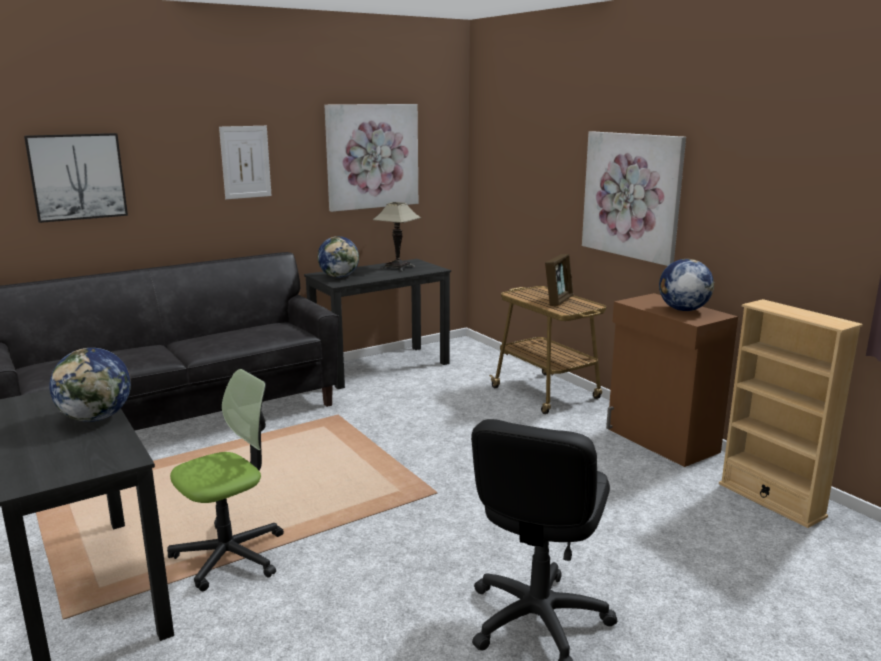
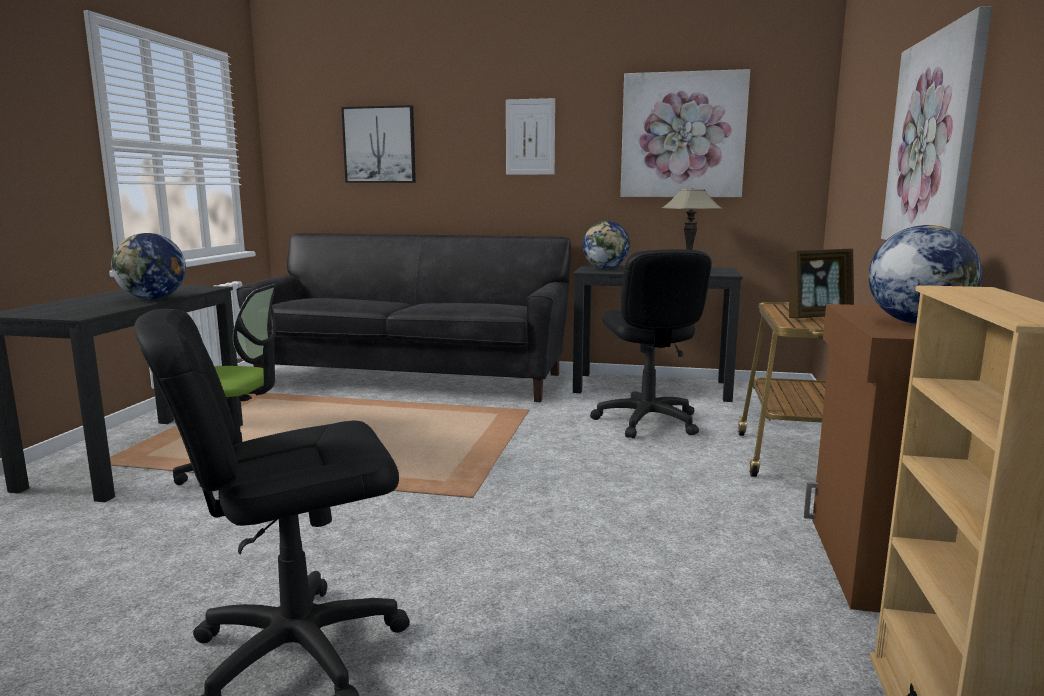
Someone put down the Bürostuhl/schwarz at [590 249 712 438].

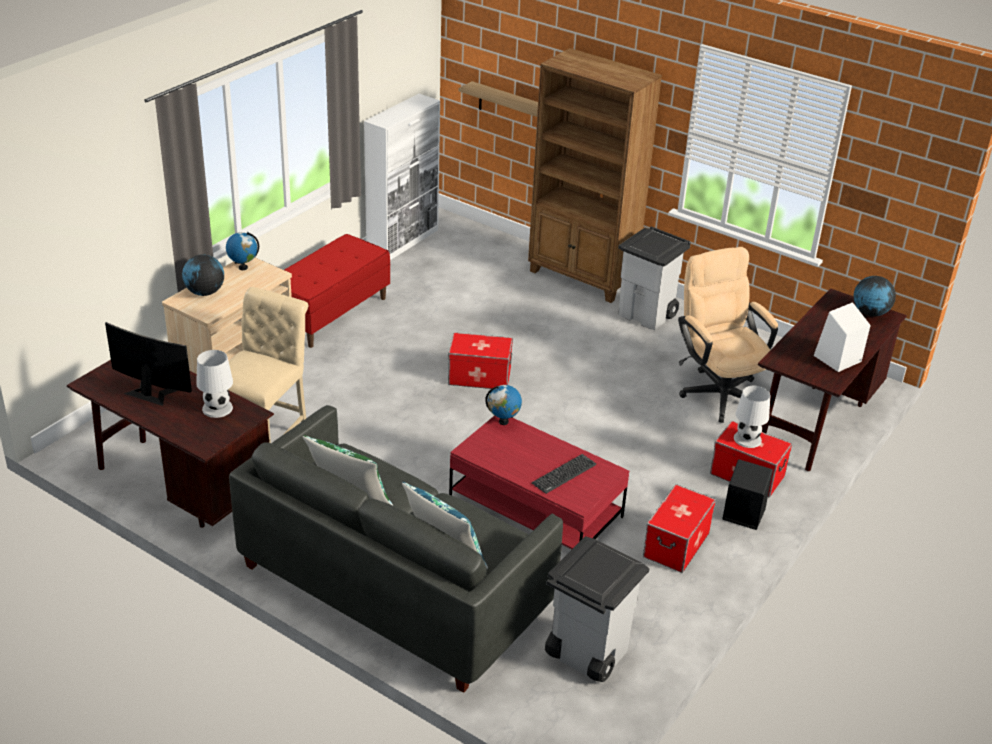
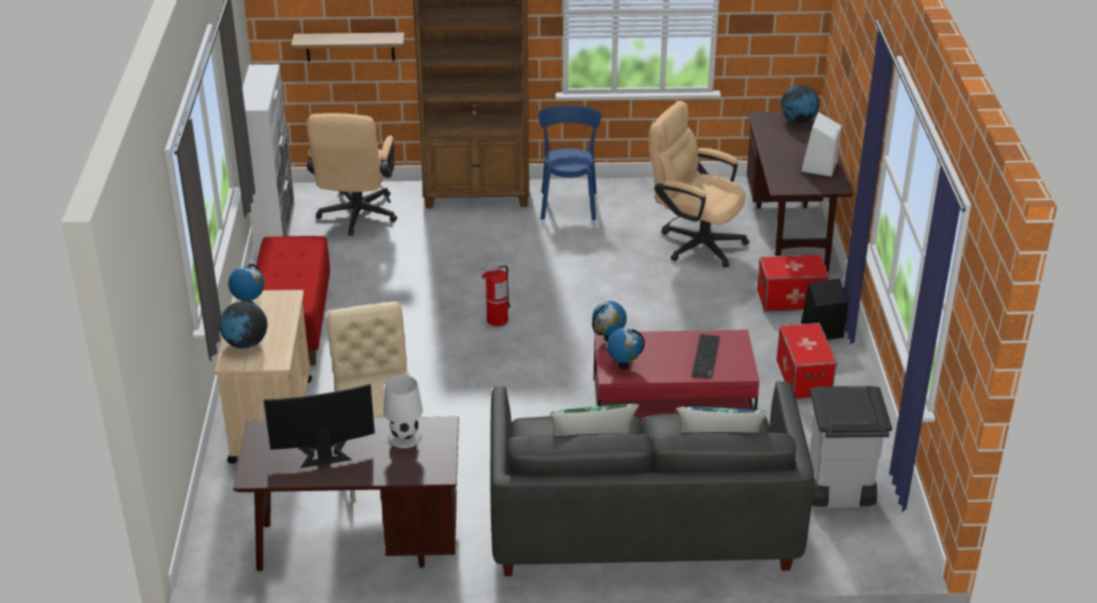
Someone put down the Bürostuhl/beige at [307 113 397 236]. Someone swapped the Aufbewahrungsbox at [448 332 513 389] for the Feuerlöscher at [482 265 511 326]. Someone swapped the Mülleimer/grau at [618 226 691 330] for the Stuhl/blau at [538 105 601 220]. Someone put down the Globus at [607 328 645 370]. Someone took away the Tischlampe/weiß at [734 386 771 448].

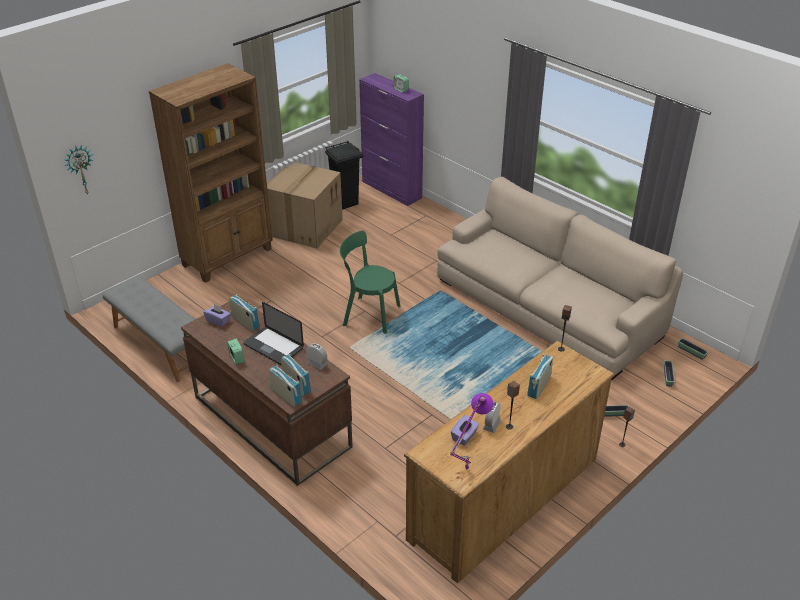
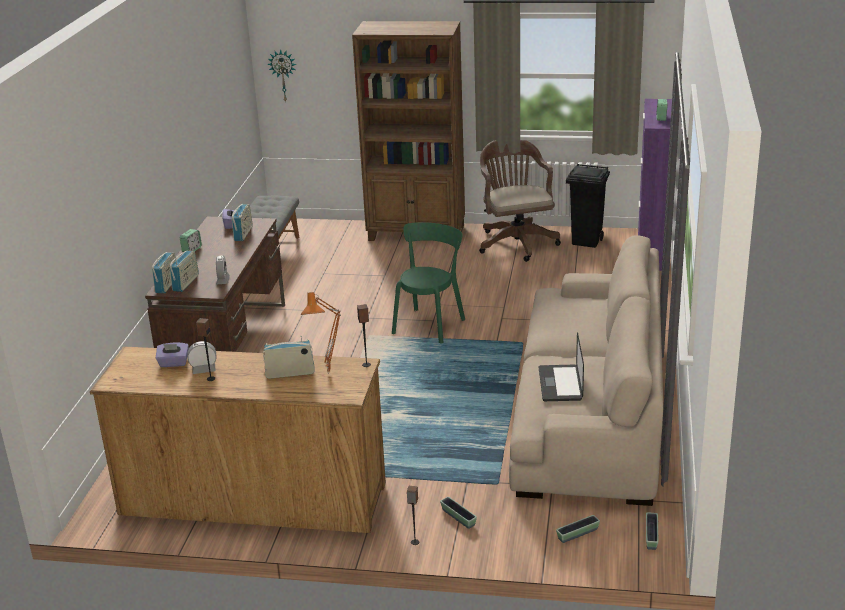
Someone put down the Tischlampe/orange at [301 292 341 374]. Someone rotated the Stuhl/grün at [340 231 401 334] by 45 degrees clockwise. Someone swapped the Karton at [267 162 343 248] for the Bürostuhl/braun at [479 140 561 262]. Someone carried the Laptop from [243 302 304 365] to [539 332 584 401]. Someone took away the Tischlampe/lila at [450 393 493 471].

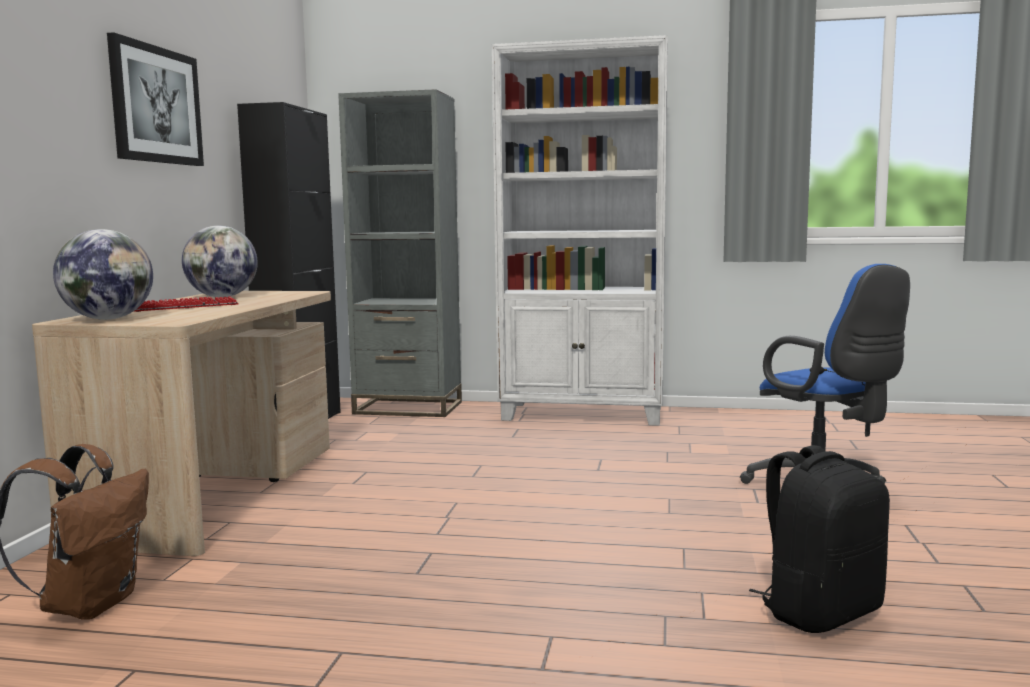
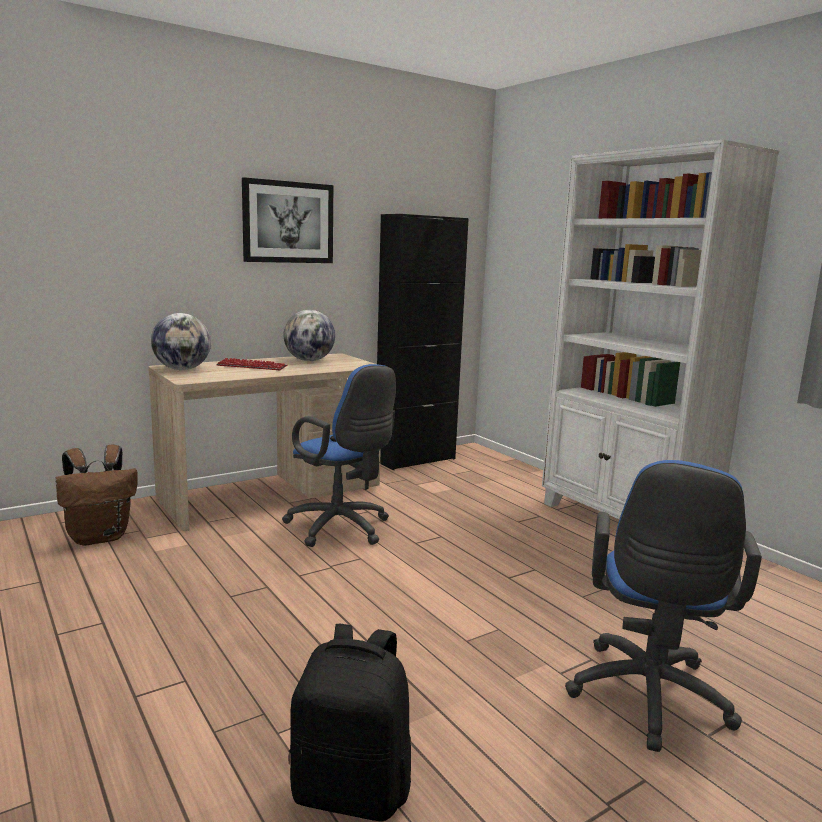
Someone put down the Bürostuhl/blau at [282 364 396 547]. Someone took away the Bücherregal/grau at [338 89 462 417].

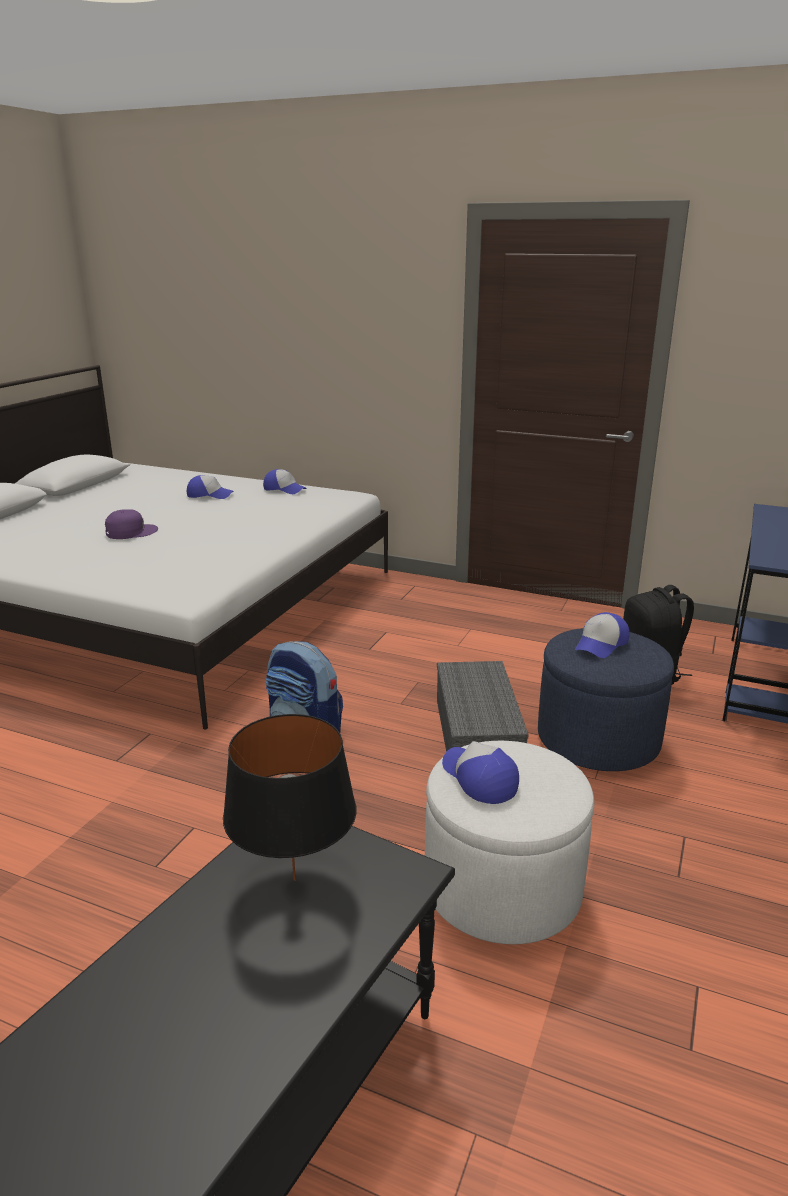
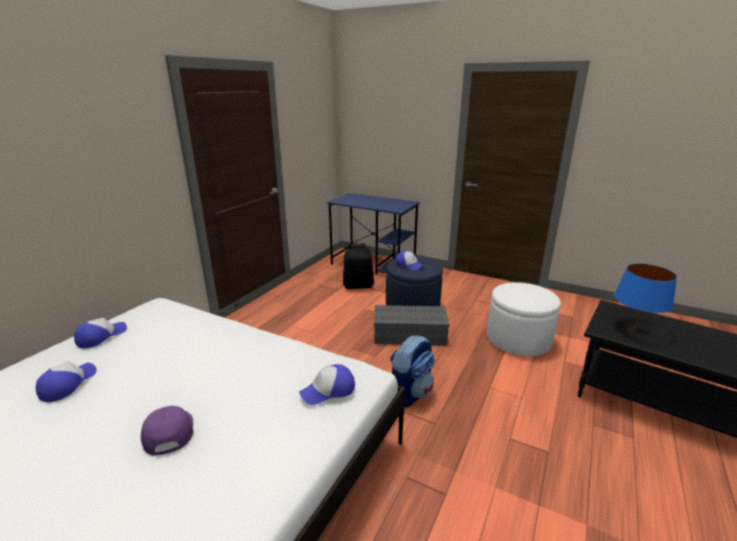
Someone carried the Kappe from [442 741 519 804] to [299 364 355 405]. Someone repainted the Tischlampe/schwarz at [223 714 356 880], which became the Tischlampe/blau at [614 264 677 329].

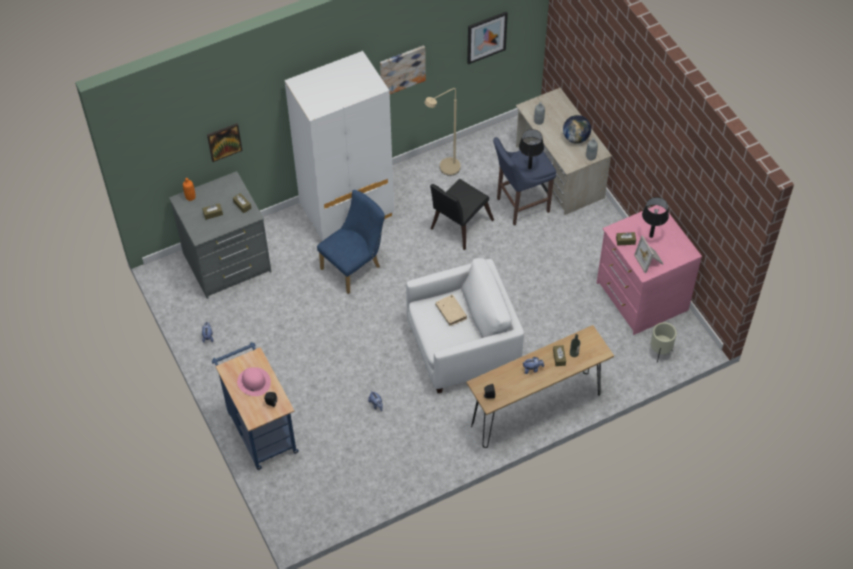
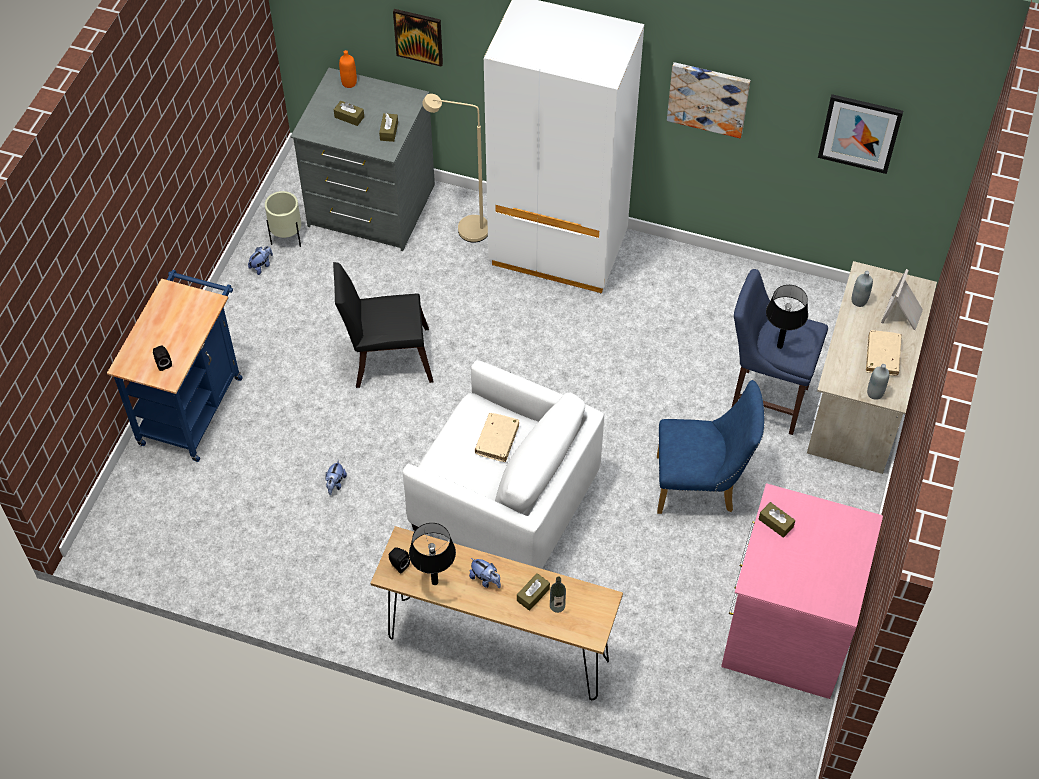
Someone carried the Pflanzkübel/beige from [651 322 677 363] to [265 191 301 247]. Someone carried the Stuhl/schwarz from [430 179 494 250] to [333 262 433 388]. Someone carried the Tischlampe/schwarz from [642 197 669 238] to [409 523 456 585]. Someone carried the Stehlampe/beige from [424 88 461 176] to [422 94 488 243]. Someone carried the Stuhl/blau from [317 190 385 294] to [657 380 765 514]. Someone swapped the Globus at [563 115 591 144] for the Buch/beige at [866 330 902 376]. Someone carried the Bilderrahmen from [634 236 663 273] to [881 269 923 330]. Someone took away the Hut/rosa at [237 367 271 396].

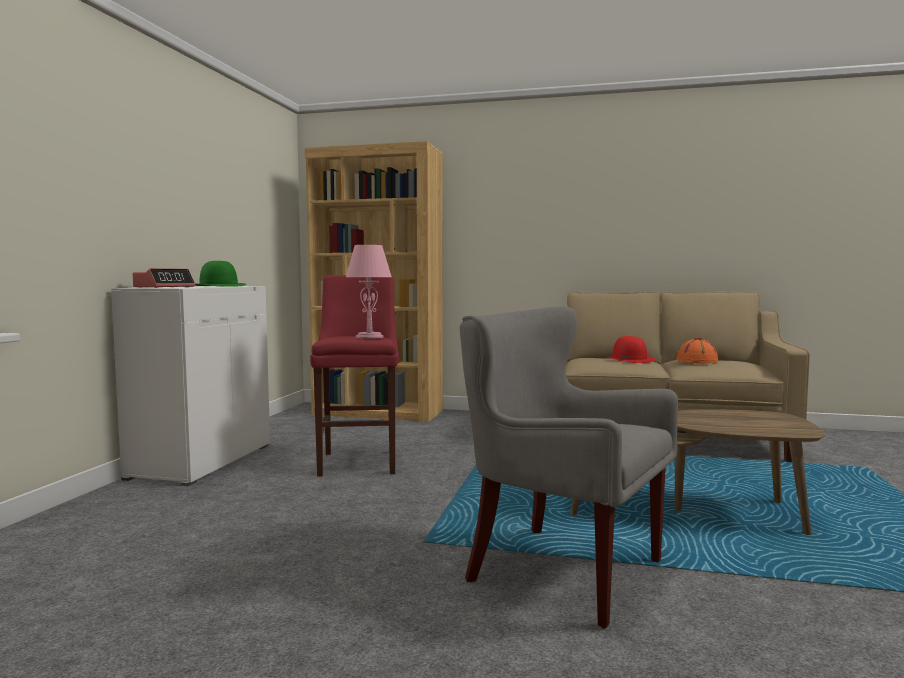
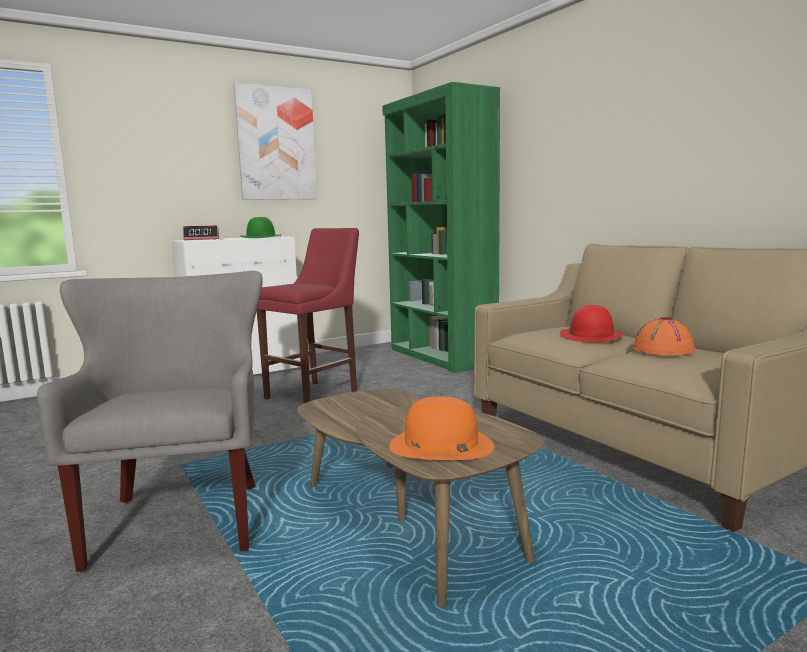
Someone put up the Bild at [234 83 317 200]. Someone repainted the Bücherregal/braun at [305 141 443 422], which became the Bücherregal/grün at [382 82 500 373]. Someone put down the Hut/orange at [389 396 494 460]. Someone took away the Tischlampe/rosa at [346 245 392 339].

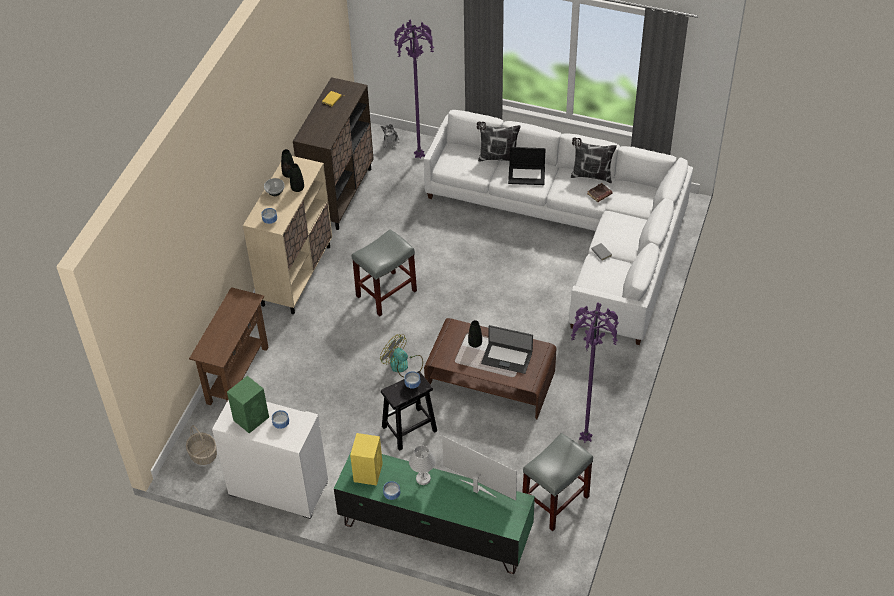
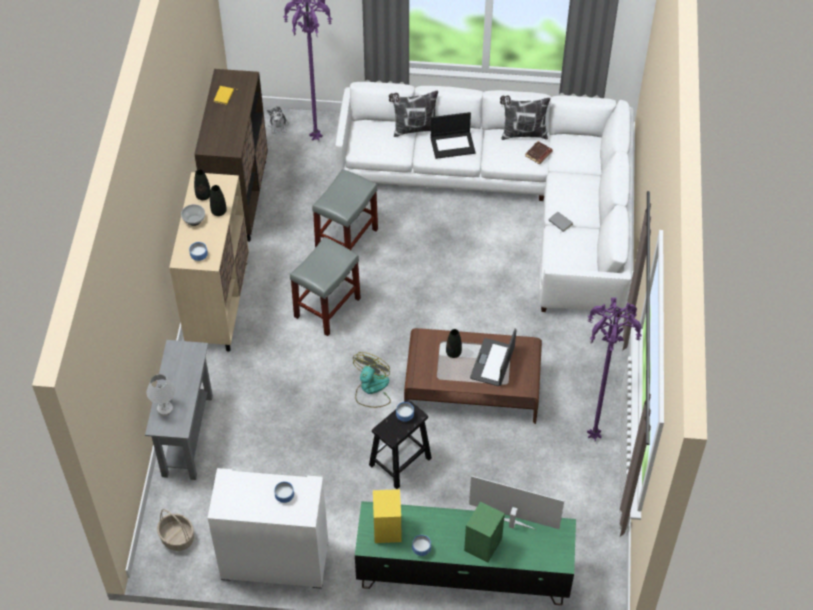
Someone repainted the Konsolentisch/braun at [189 287 268 405], which became the Konsolentisch/grau at [145 340 213 480]. Someone carried the Tischlampe/weiß from [409 445 436 485] to [147 374 176 416]. Someone carried the Hocker/grau from [522 433 593 531] to [312 169 378 250]. Someone rotated the Ventilator at [380 334 423 377] by 90 degrees clockwise. Someone carried the Lautsprecher/grün from [227 376 269 433] to [464 501 505 563]. Someone rotated the Laptop at [481 325 533 374] by 105 degrees clockwise.

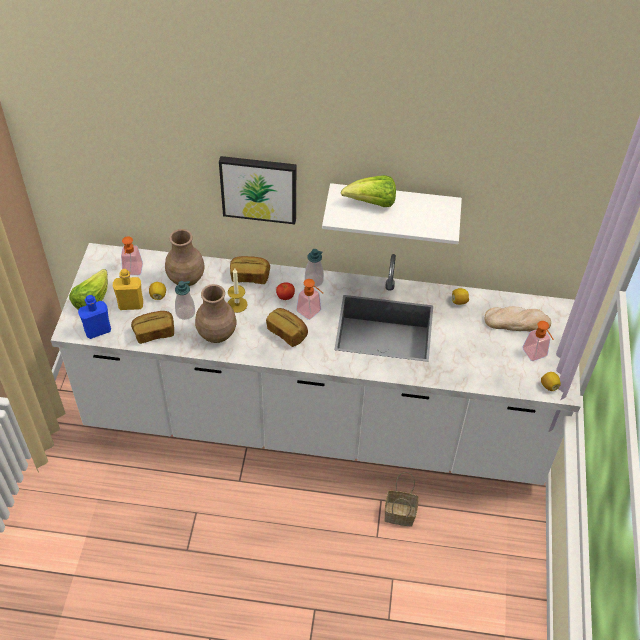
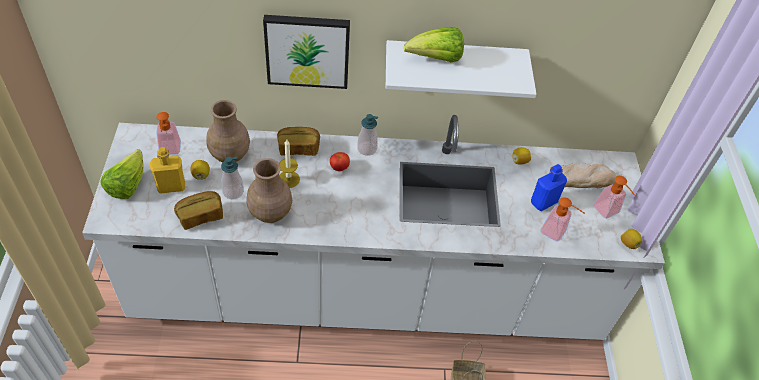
Someone carried the Flasche/blau from [78 295 111 339] to [531 164 567 211]. Someone carried the Seifenspender from [296 279 323 320] to [541 197 585 242]. Someone took away the Brot at [266 308 308 347].

